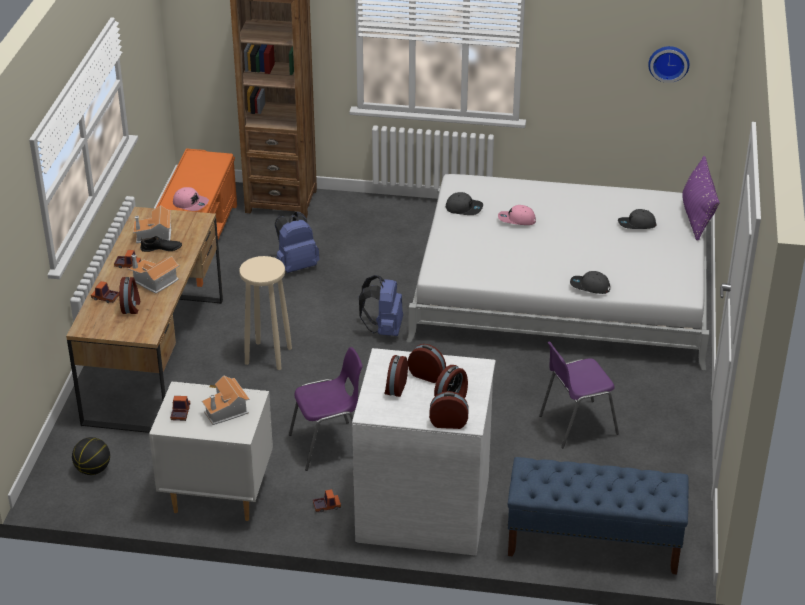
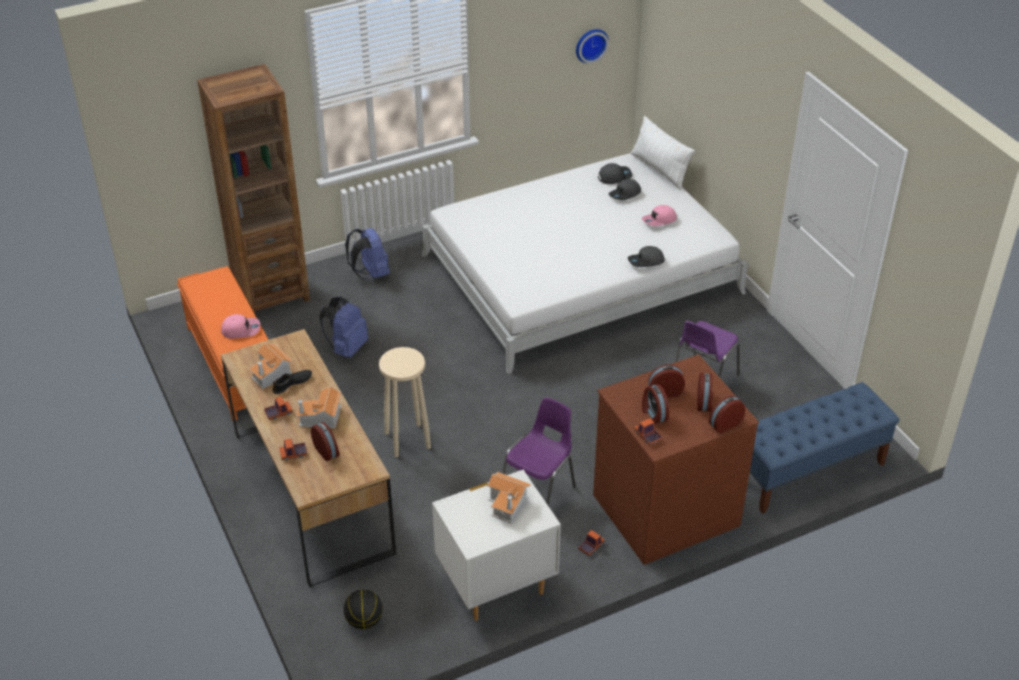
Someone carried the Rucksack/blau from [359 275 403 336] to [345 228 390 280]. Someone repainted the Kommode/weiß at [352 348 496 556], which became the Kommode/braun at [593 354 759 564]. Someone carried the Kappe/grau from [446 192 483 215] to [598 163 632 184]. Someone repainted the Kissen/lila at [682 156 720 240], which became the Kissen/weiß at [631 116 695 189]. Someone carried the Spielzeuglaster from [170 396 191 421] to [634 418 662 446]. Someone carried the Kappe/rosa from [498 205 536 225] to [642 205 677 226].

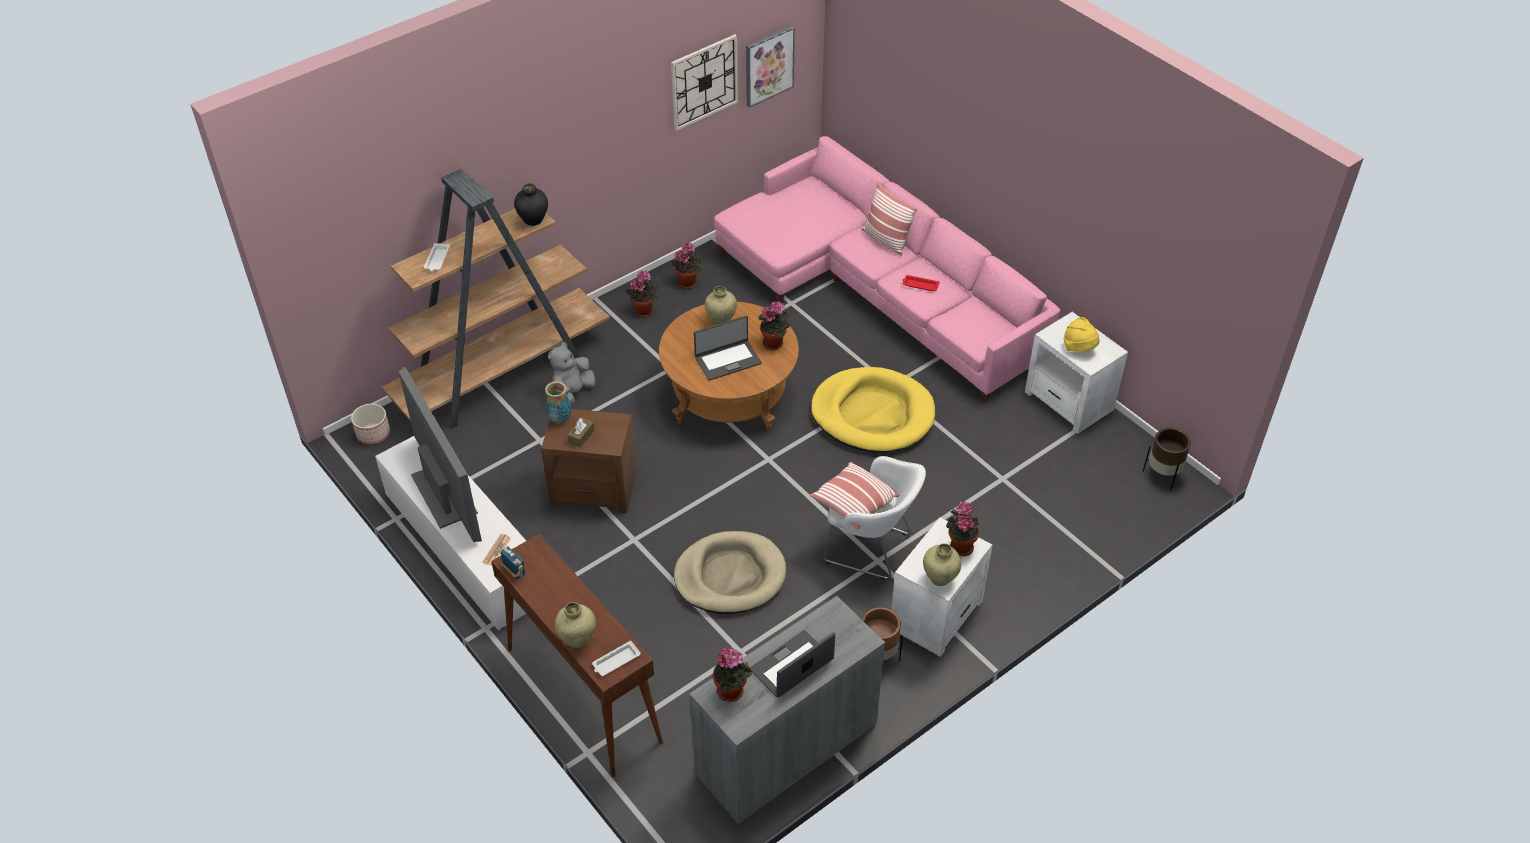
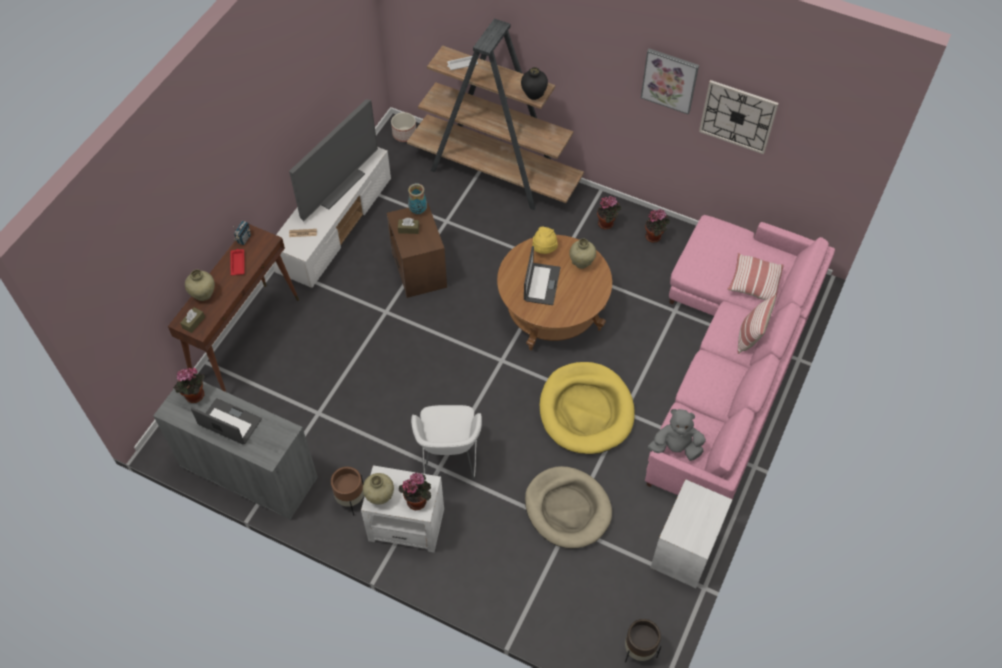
Someone swapped the Tablett/weiß at [592 641 641 676] for the Taschentuchbox/braun at [180 307 205 333]. Someone carried the Tablett/rot from [903 275 940 291] to [231 249 245 275]. Someone rotated the Laptop at [694 315 762 381] by 120 degrees counterclockwise. Someone carried the Hundebett/beige from [674 531 786 614] to [525 466 612 549]. Someone carried the Hut/gelb from [1064 317 1100 352] to [532 227 558 254]. Someone carried the Bild from [746 26 795 108] to [641 48 699 115]. Someone carried the Plüschtier/grau from [548 342 596 406] to [648 409 706 461]. Someone carried the Kissen from [809 462 900 530] to [727 253 784 300]. Someone took away the Topfpflanze at [758 301 790 350].

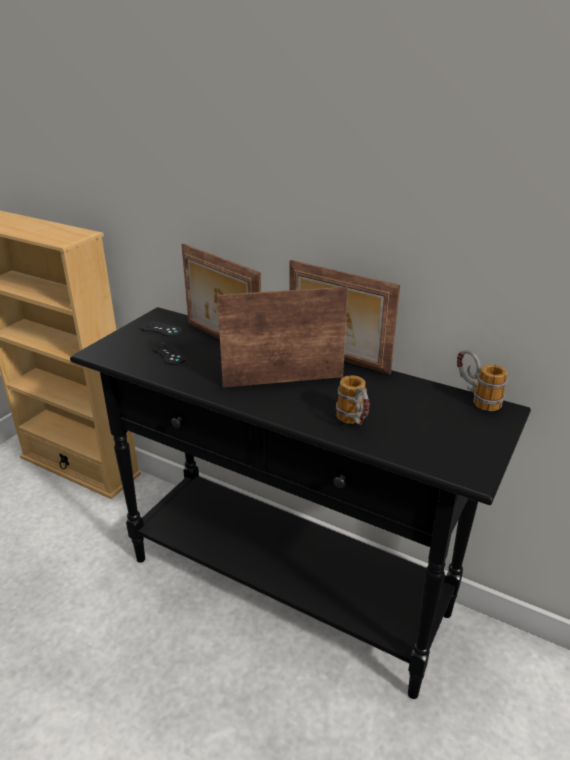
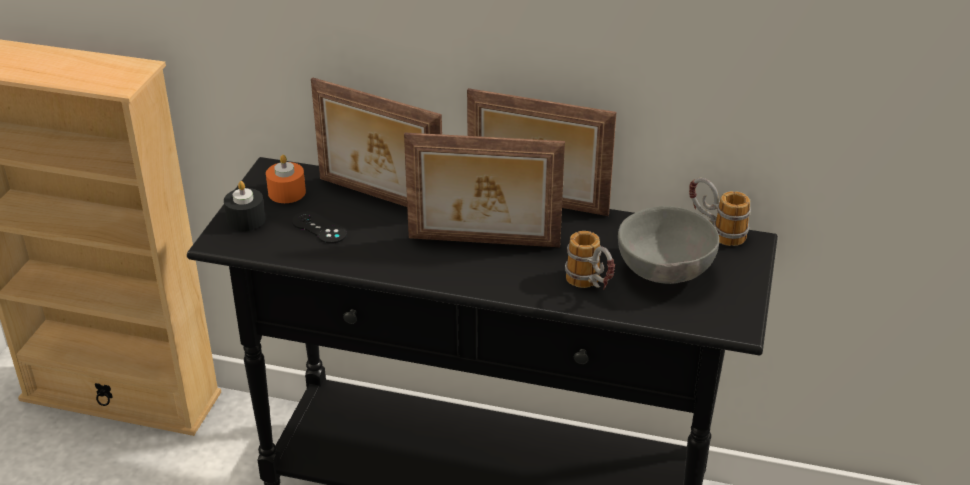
Someone put down the Kerze/schwarz at [224 181 266 231]. Someone swapped the Gamepad/schwarz at [140 321 182 337] for the Kerze/orange at [266 155 306 203]. Someone rotated the Bilderrahmen at [217 287 348 387] by 150 degrees counterclockwise. Someone put down the Schüssel/grau at [618 206 719 284].

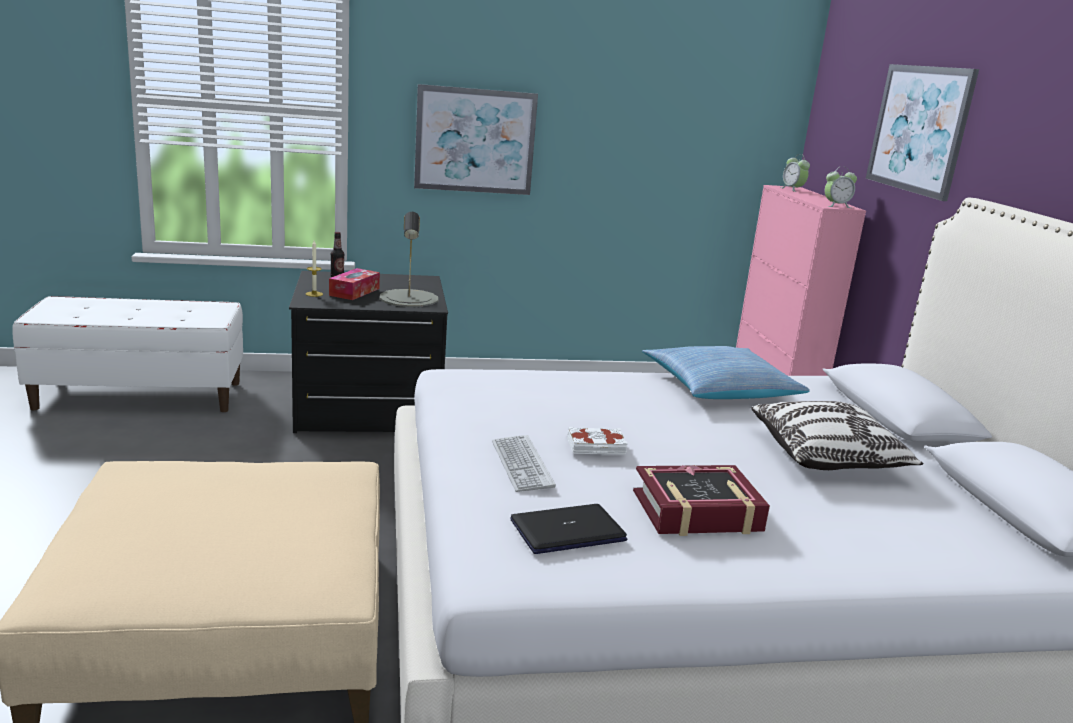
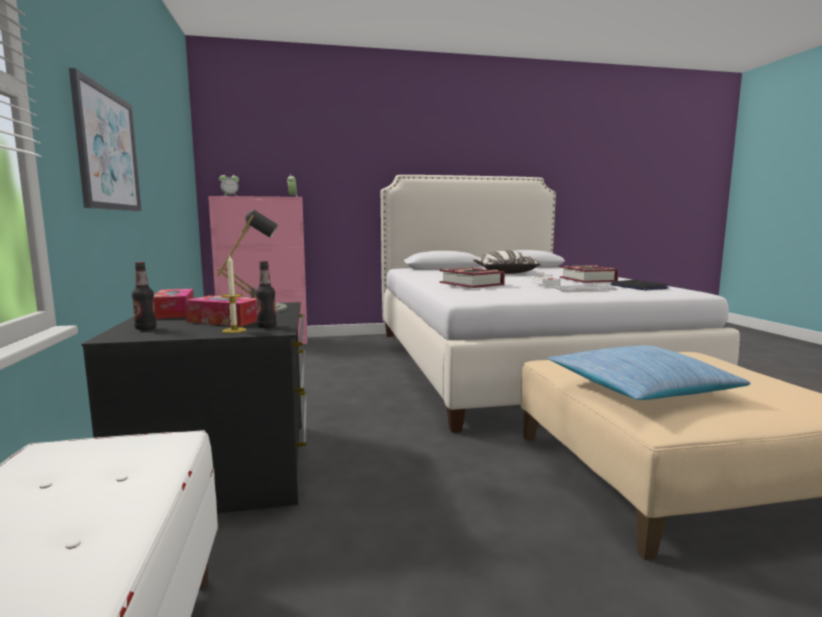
Someone put down the Taschentuchbox at [154 289 194 319]. Someone put down the Flasche at [255 261 277 328]. Someone put down the Buch at [439 267 505 288]. Someone carried the Kissen from [642 346 810 399] to [548 345 750 400]. Someone took away the Bild at [866 64 979 201].

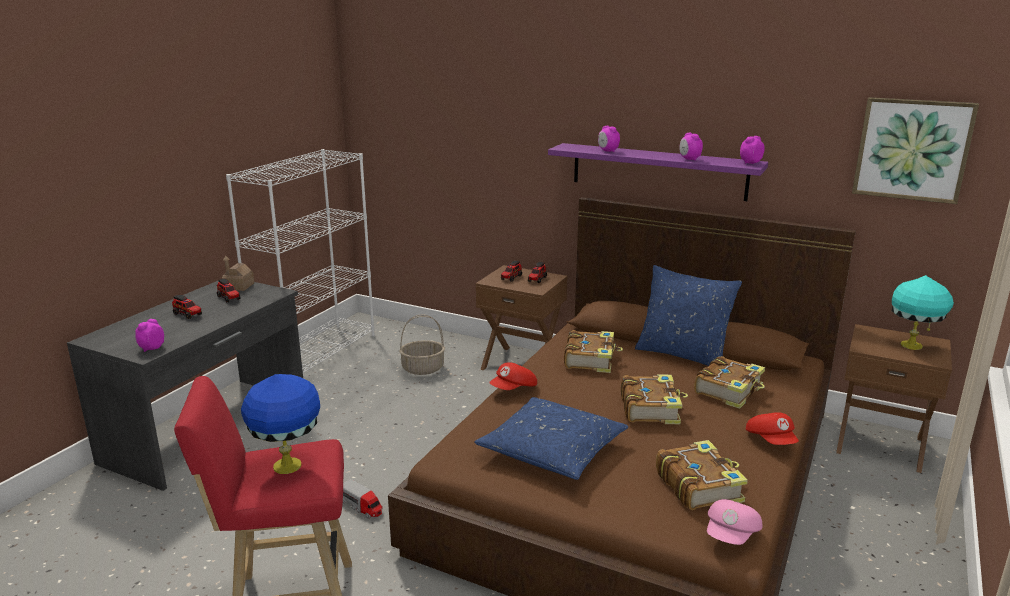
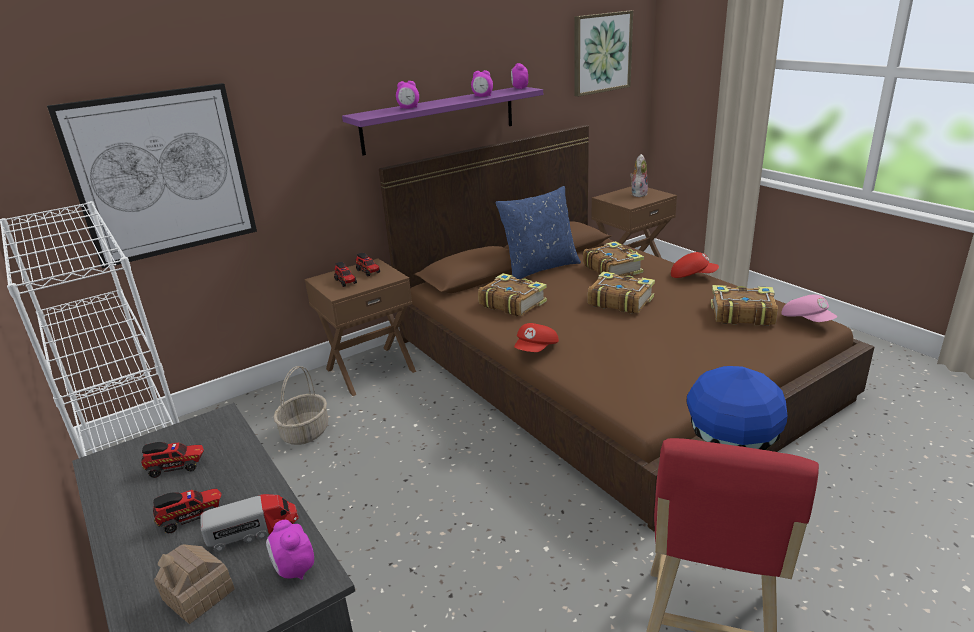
Someone put up the Bild at [47 83 257 268]. Someone carried the Spielzeughaus from [222 256 254 291] to [154 544 235 624]. Someone carried the Spielzeuglaster from [343 479 383 519] to [200 494 299 552]. Someone rotated the Kappe/rot at [489 362 537 390] by 45 degrees clockwise. Someone swapped the Tischlampe/türkis at [892 275 954 350] for the Plüschtier at [630 154 648 197]. Someone took away the Kissen/blau at [475 397 628 480].

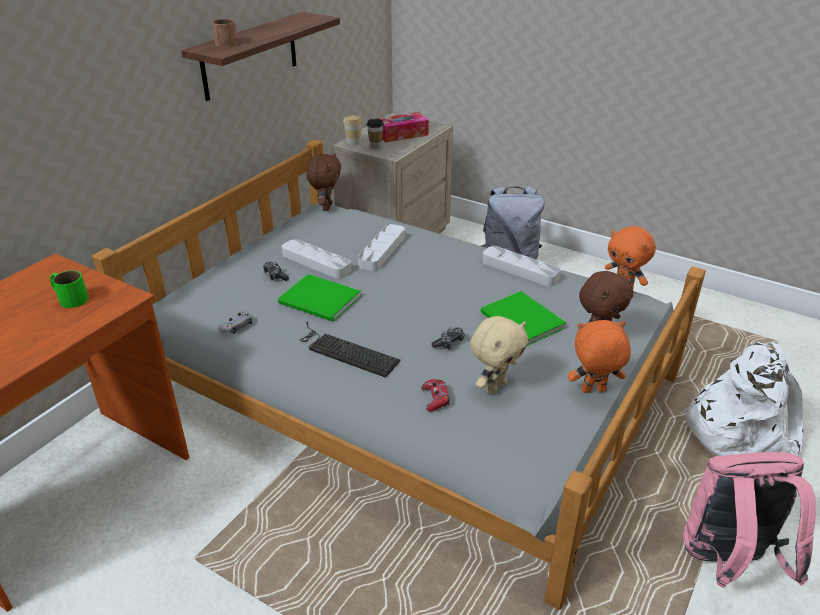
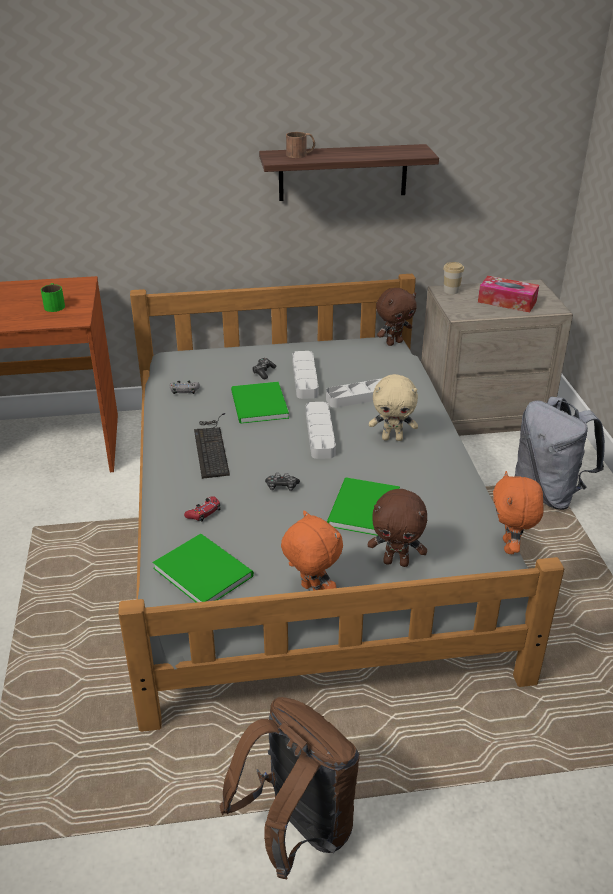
Someone put down the Buch/grün at [152 534 254 602]. Someone repainted the Rucksack/rosa at [683 452 816 588], which became the Rucksack/braun at [220 697 360 879]. Someone carried the Tablett/grau from [482 246 561 286] to [306 402 336 459]. Someone carried the Plüschtier/beige from [470 316 528 394] to [369 374 418 441]. Someone took away the Tasse at [367 119 384 148]. Someone took away the Rucksack/weiß at [680 342 803 456].

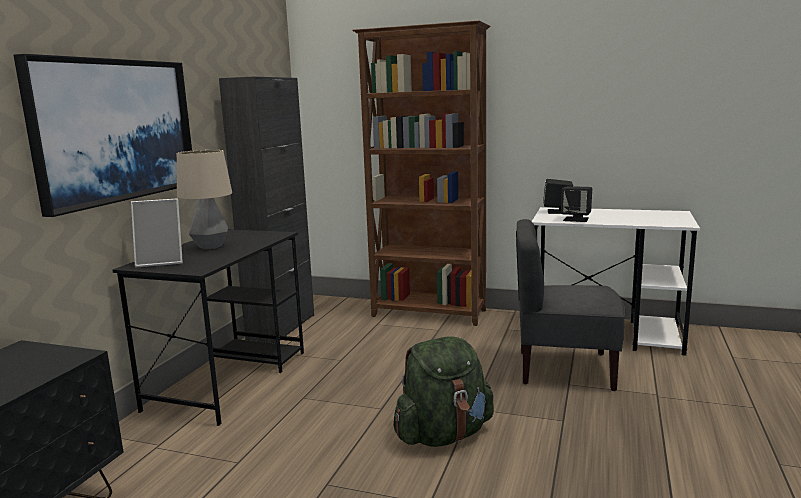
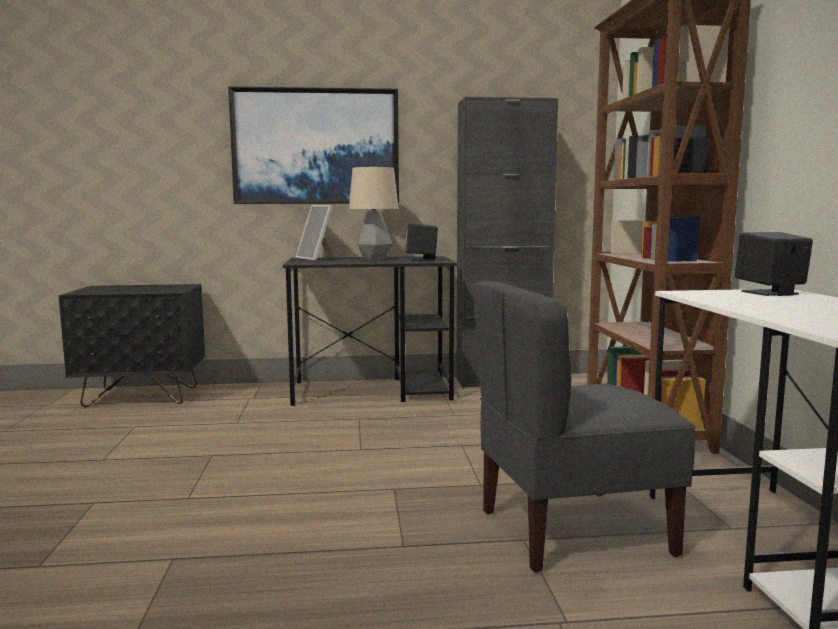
Someone carried the Lautsprecher/schwarz from [561 186 592 222] to [406 223 438 261]. Someone rotated the Stuhl/grau at [516 219 625 391] by 90 degrees counterclockwise. Someone took away the Rucksack/grün at [393 336 494 447].

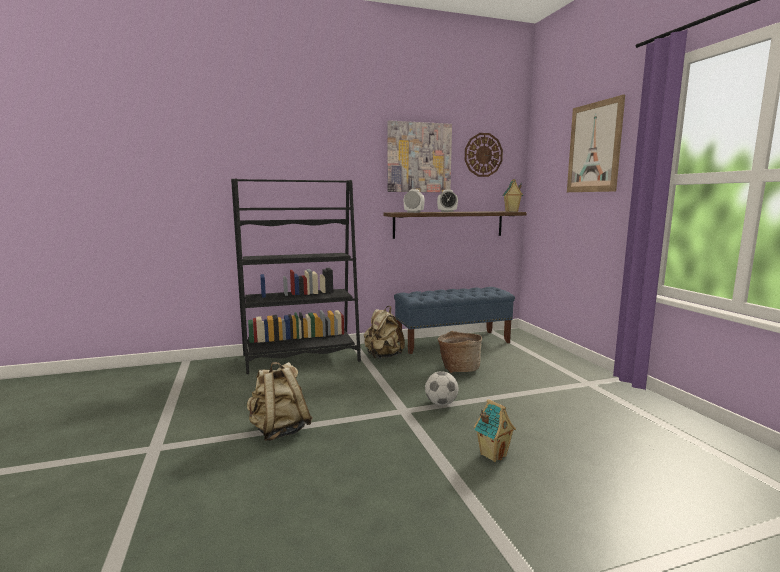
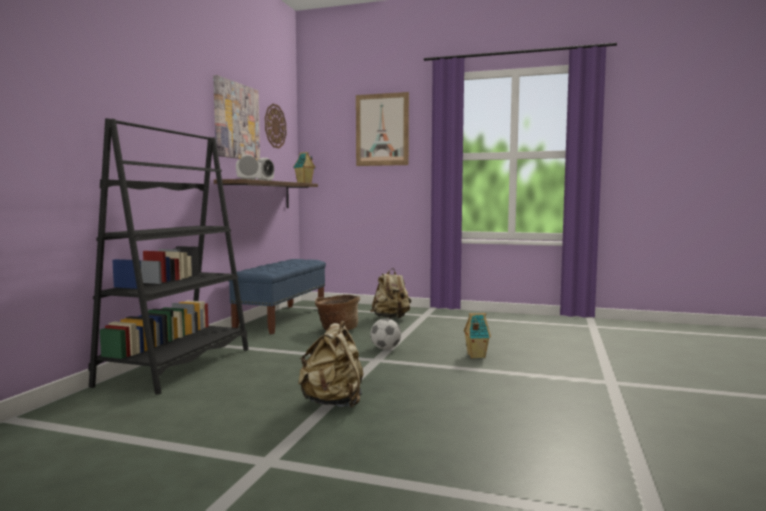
Someone carried the Rucksack/beige from [364 306 405 359] to [370 268 411 319].

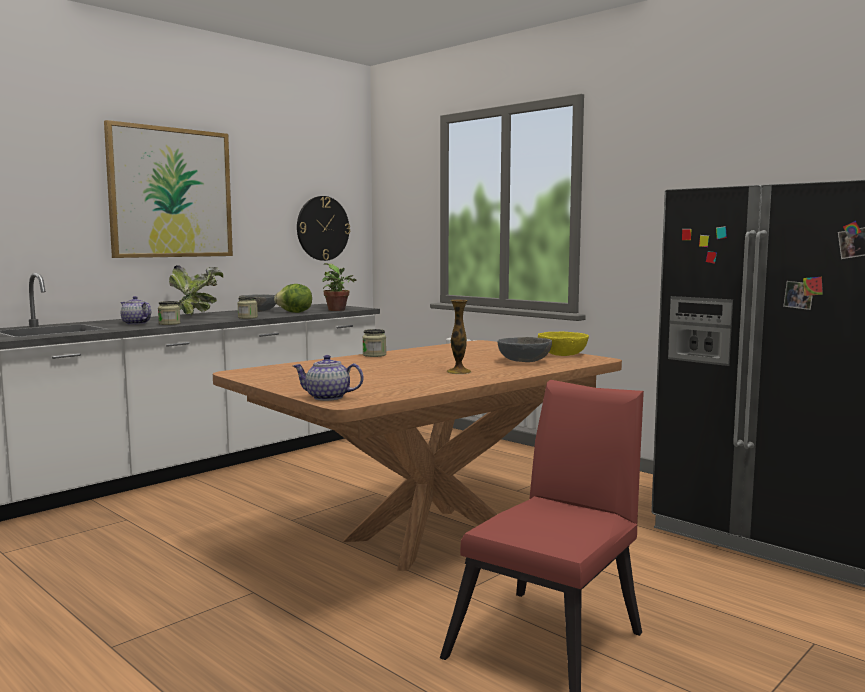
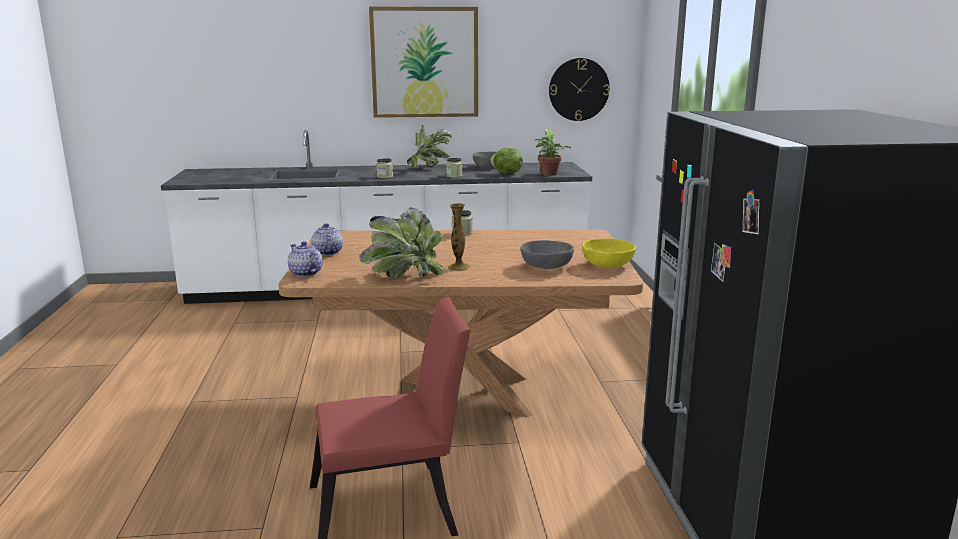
Someone carried the Teekanne from [120 296 151 325] to [311 223 343 256]. Someone put down the Topfpflanze at [359 207 446 278].

